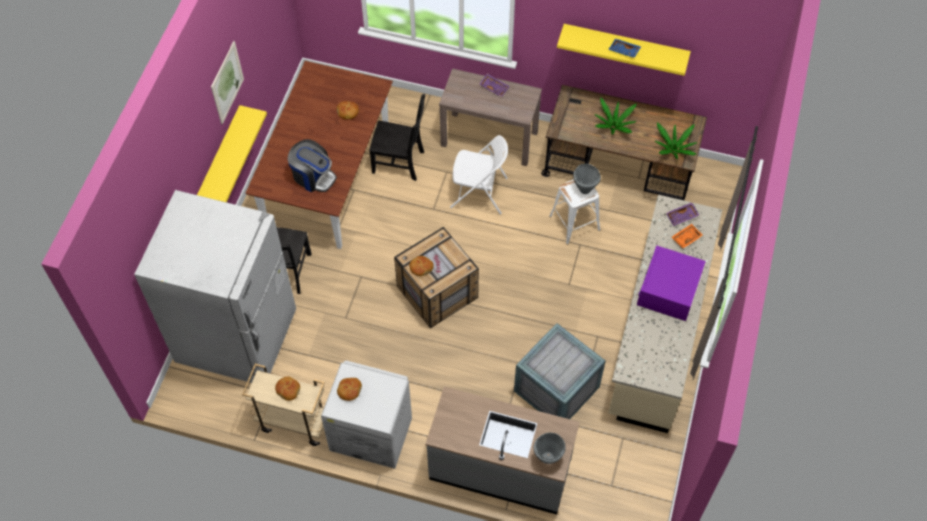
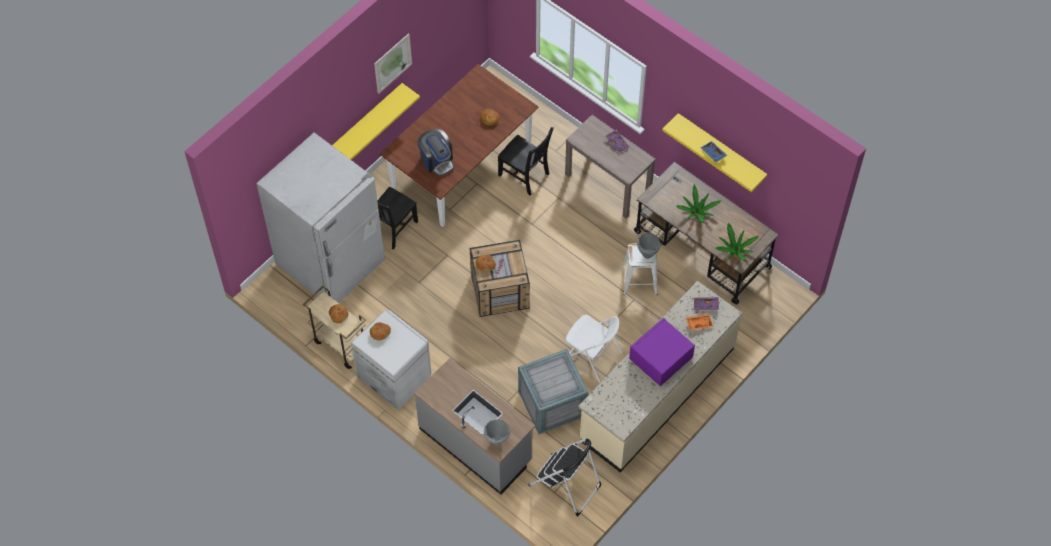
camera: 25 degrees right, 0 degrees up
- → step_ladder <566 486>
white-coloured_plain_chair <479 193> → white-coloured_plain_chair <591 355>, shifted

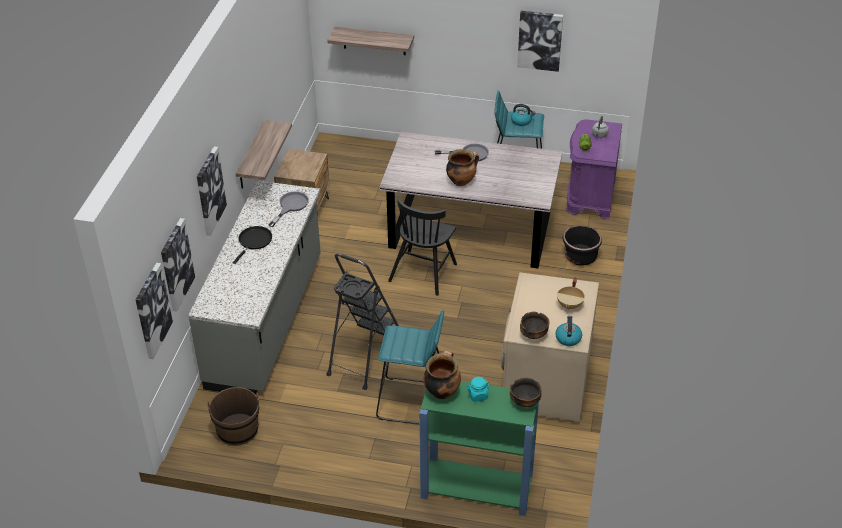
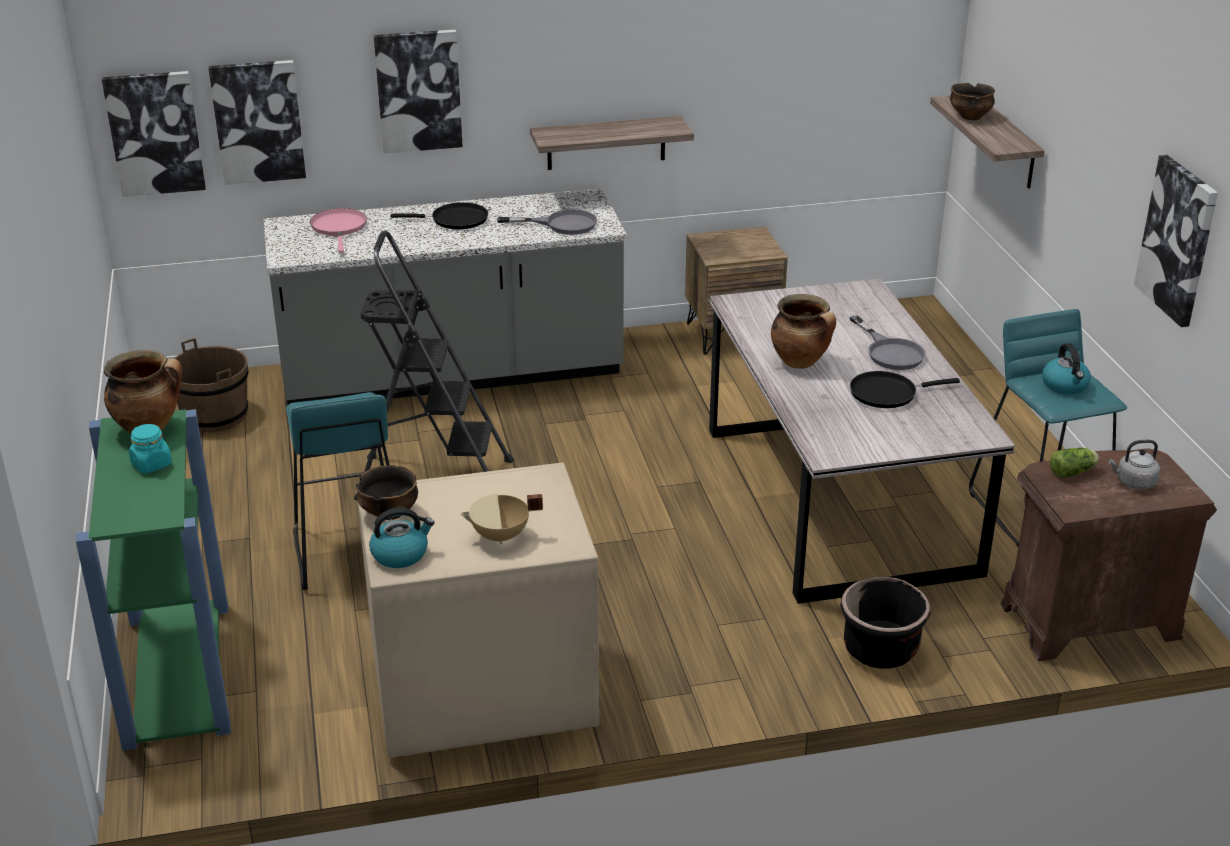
camera: 65 degrees right, 10 degrees down
- → pink-coloured_frying_pan <339 228>
- → black-coloured_frying_pan <887 393>
serving_bowl <525 402> → serving_bowl <970 116>, shifted
purple-coloured_night_table <589 196> → brown-coloured_night_table <1084 617>
black-coloured_plain_chair <424 270> → -

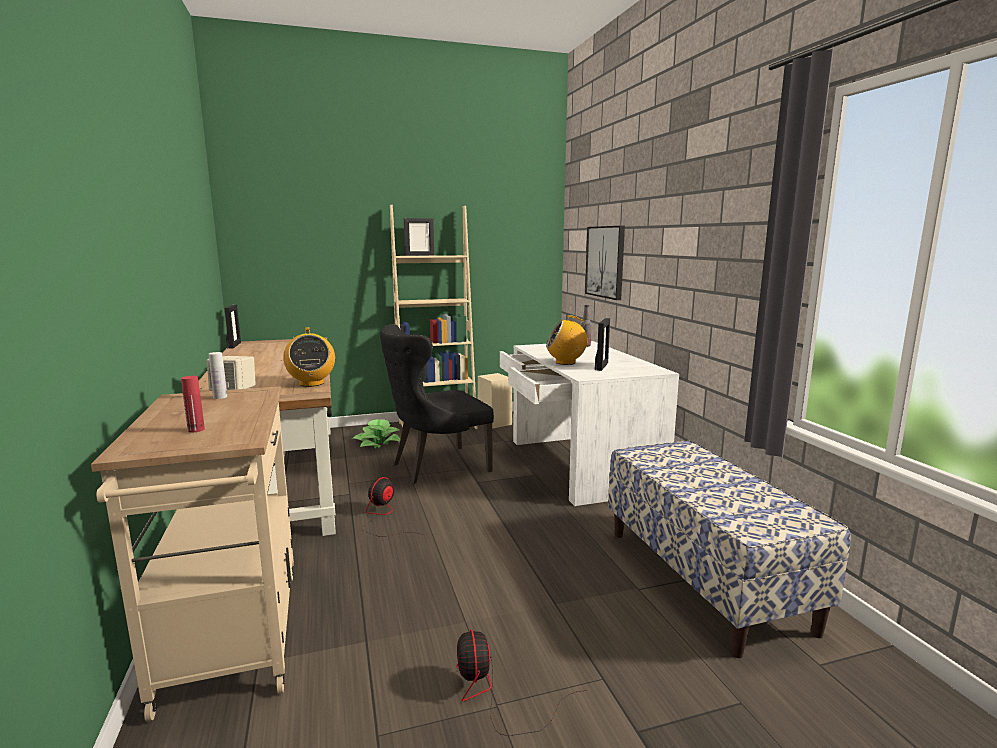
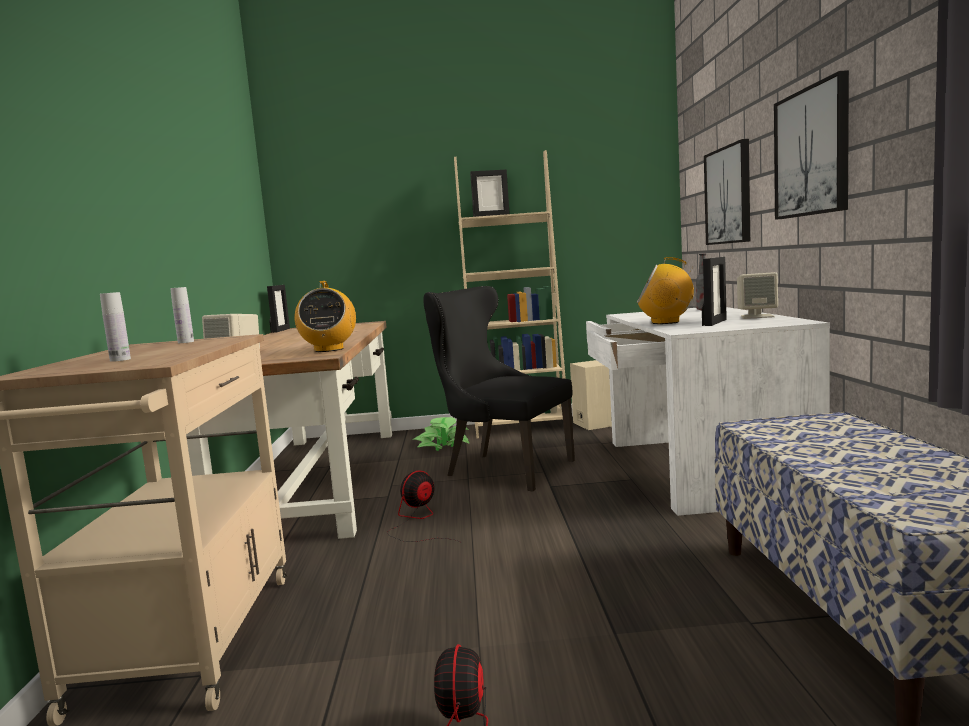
camera: 15 degrees right, 5 degrees down
red_drink_bottle <196 430> → white-coloured_drink_bottle <120 360>
black-coloured_plain_chair <436 466> → black-coloured_plain_chair <504 469>, 45 degrees clockwise
- → sand-coloured_audio_speaker <757 316>
- → wall_art <812 152>

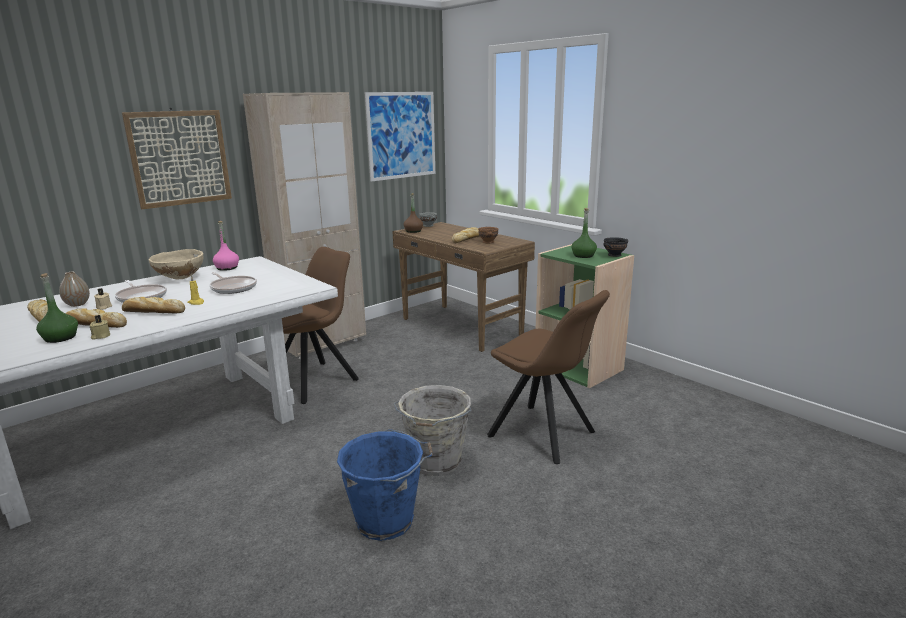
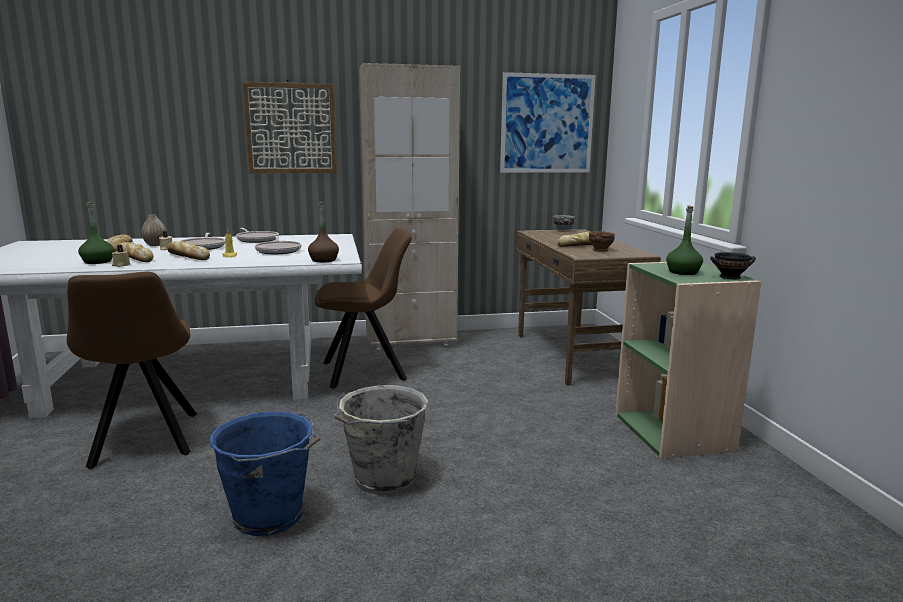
camera: 30 degrees right, 5 degrees down
brown-coloured_plain_chair <542 434> → brown-coloured_plain_chair <144 440>, shifted
sand-coloured_serving_bowl <180 278> → frying_pan <257 240>
brown-coloured_drink_bottle <413 231> → brown-coloured_drink_bottle <323 260>, shifted
pink-coloured_drink_bottle <227 268> → -

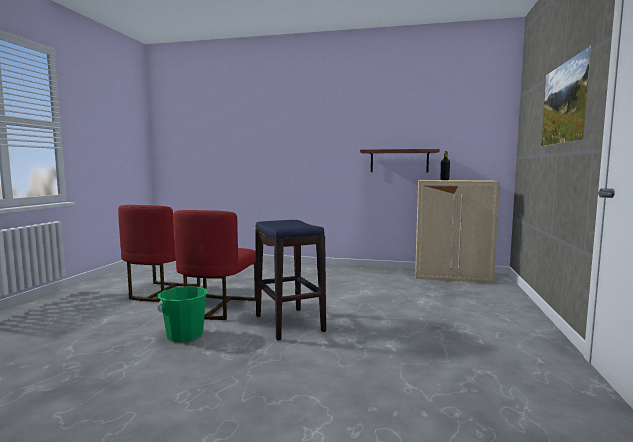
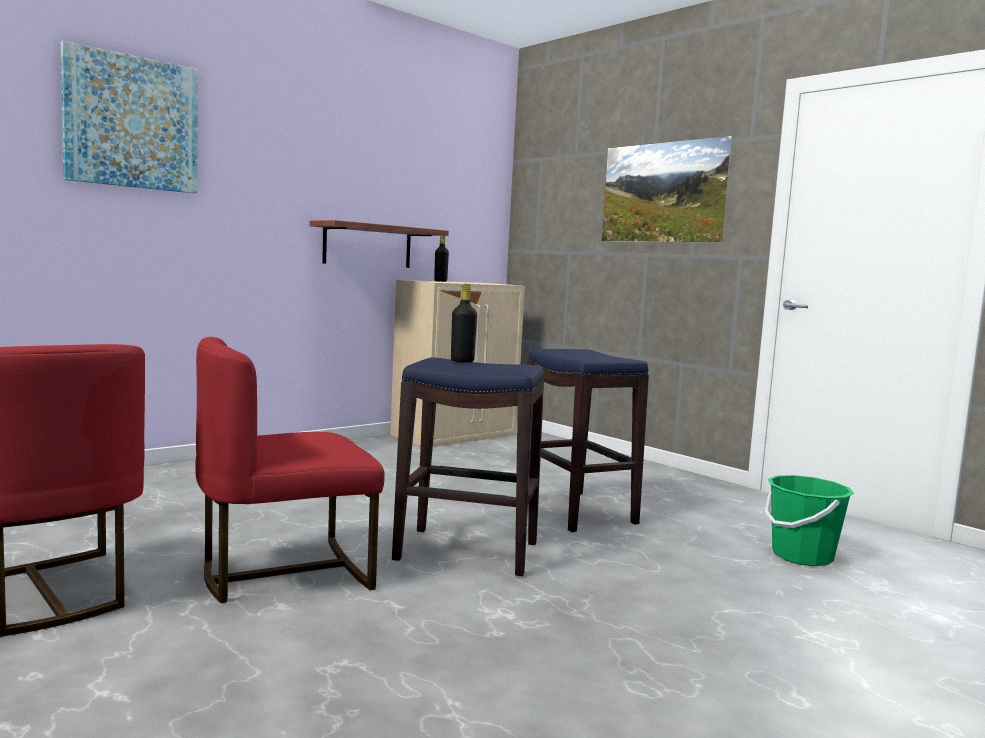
camera: 55 degrees left, 0 degrees up
- → wall_art <132 122>
red_plain_chair <218 307> → red_plain_chair <284 573>, 105 degrees clockwise
- → black-coloured_drink_bottle <462 361>
- → stool_seat <575 512>
green_water_bucket <185 335> → green_water_bucket <802 556>, shifted

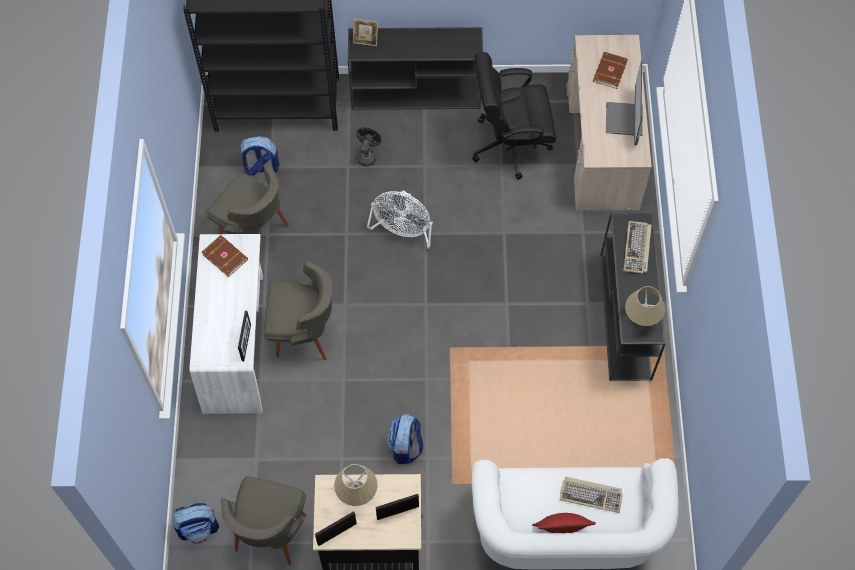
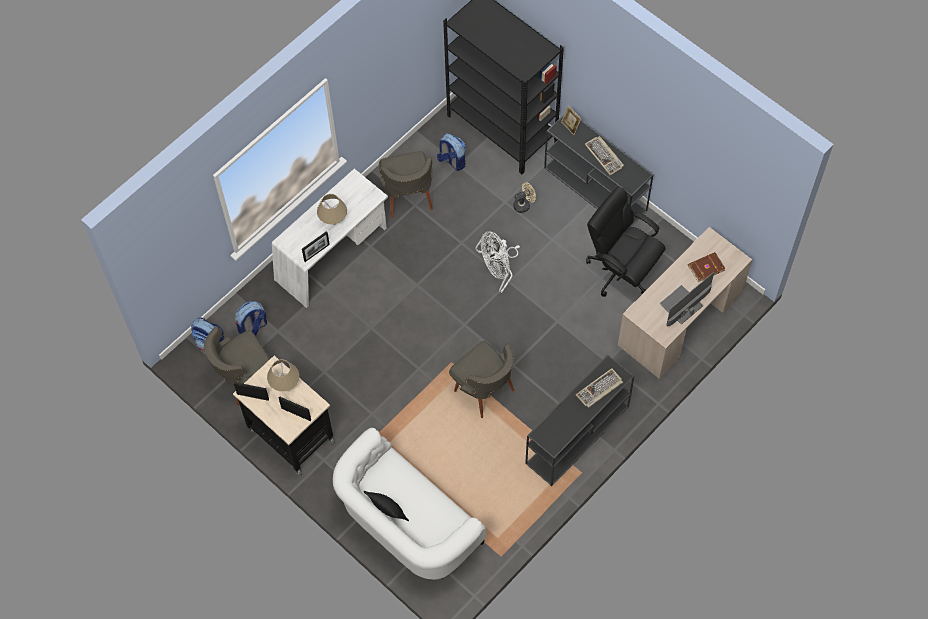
camera: 45 degrees right, 0 degrees up
backpack <405 447> → backpack <253 327>, shifted
sand-coloured_table_lamp <641 318> → sand-coloured_table_lamp <333 220>, shifted
red_throw_pillow <561 530> → black-coloured_throw_pillow <388 512>
gray_plain_chair <303 334> → gray_plain_chair <484 390>, shifted
black-coloured_cooling_fan <367 155> → sand-coloured_cooling_fan <524 204>
keyboard <591 495> → keyboard <604 156>, shifted
brown-coloured_book <225 256> → -

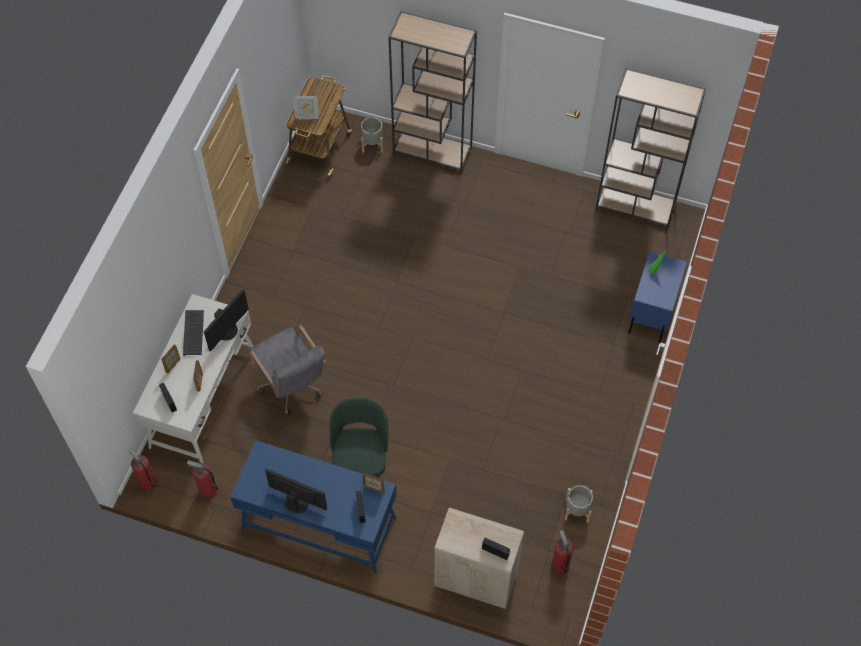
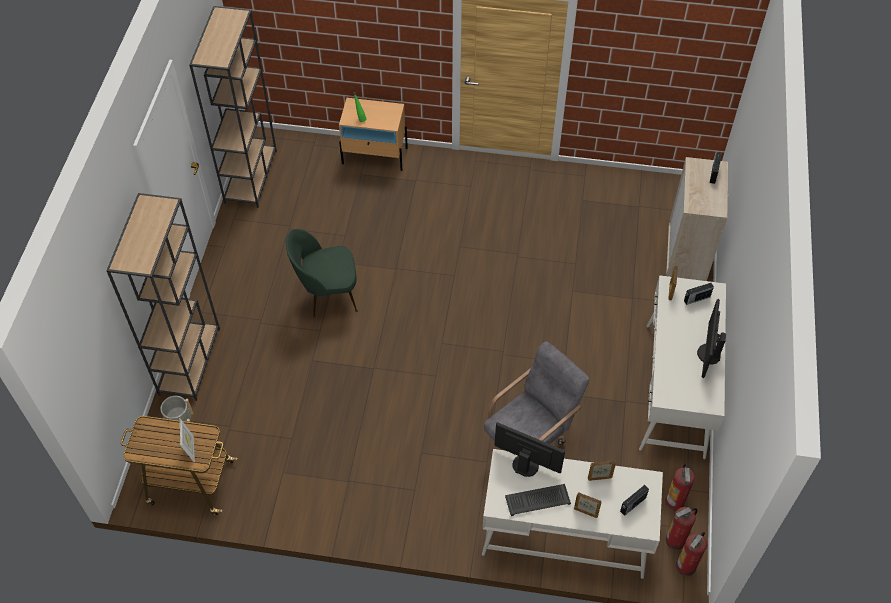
camera: 100 degrees left, 5 degrees down
green_plain_chair <361 467> → green_plain_chair <327 297>, shifted
bluish_night_table <651 312> → sand-coloured_night_table <375 155>
bluish_desk <319 523> → white-coloured_desk <674 389>
fire-fighting_cylinder <559 566> → fire-fighting_cylinder <675 540>, shifted
gray_flower_pot <577 510> → -

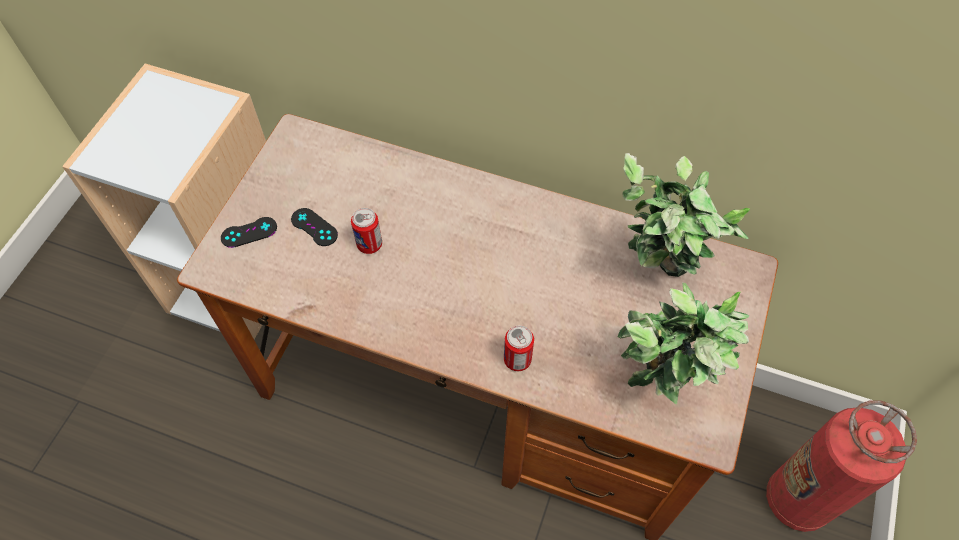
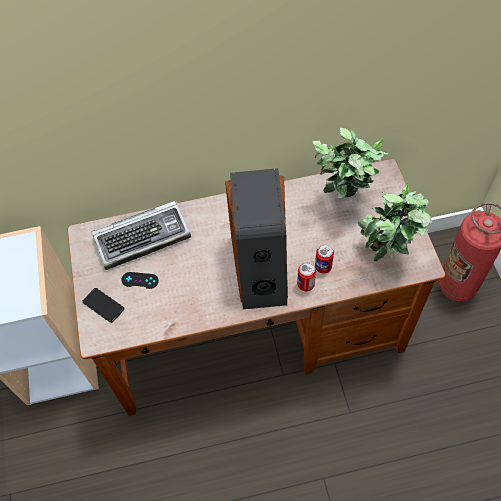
camera: 30 degrees left, 0 degrees up
black-coloured_gamepad <249 232> → handset <103 305>
- → keyboard <143 237>
- → audio_speaker <261 268>
sealed_can <369 244> → sealed_can <323 267>, shifted

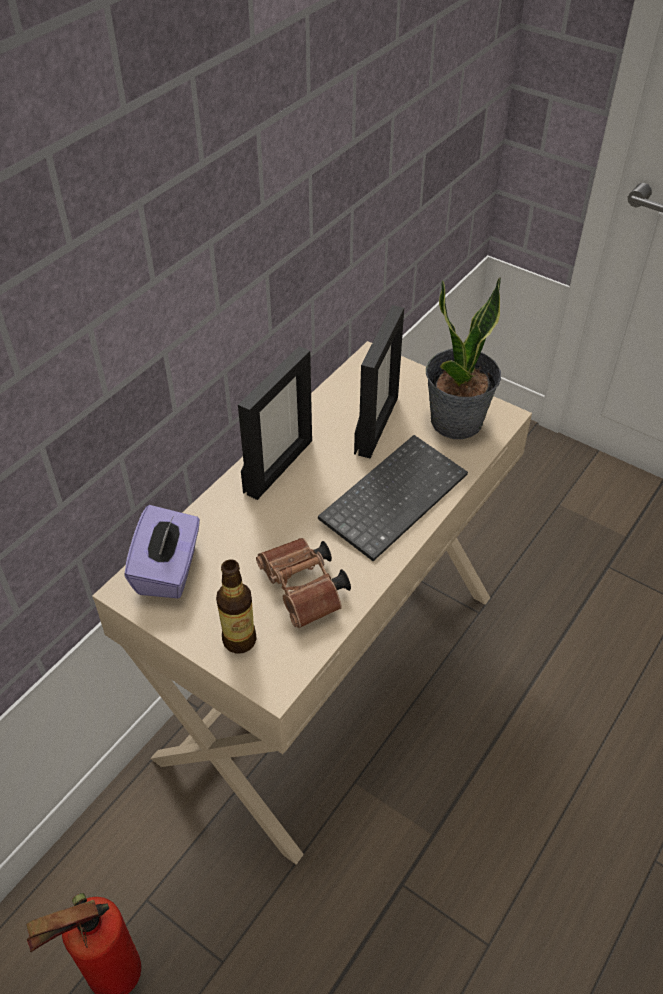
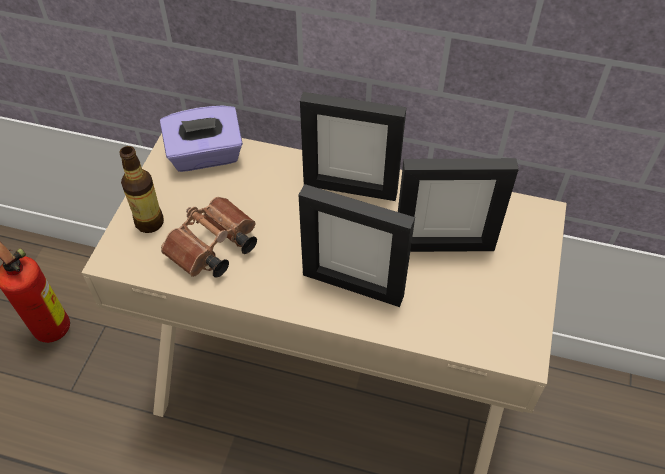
camera: 70 degrees right, 5 degrees up
keyboard <393 496> → photo_frame <353 283>
houseplant <457 422> → -

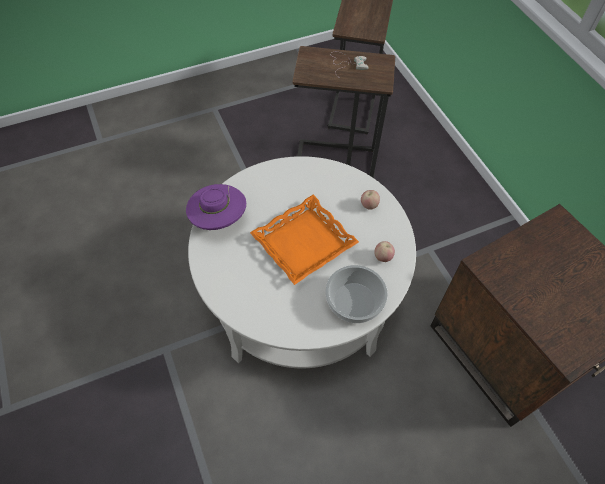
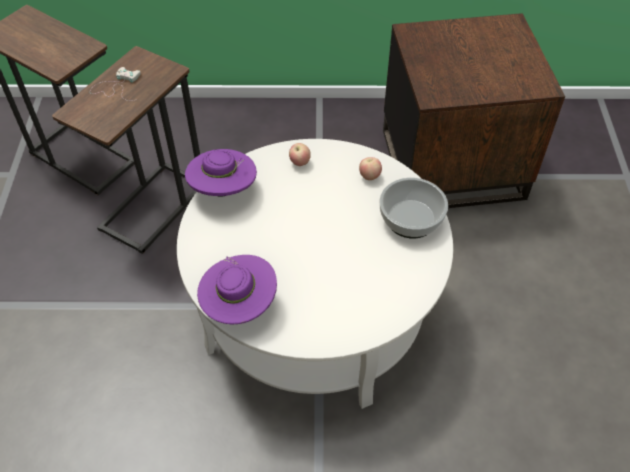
camera: 65 degrees left, 5 degrees down
- → purple-coloured_hat <223 190>
orange_serving_tray <304 243> → -

